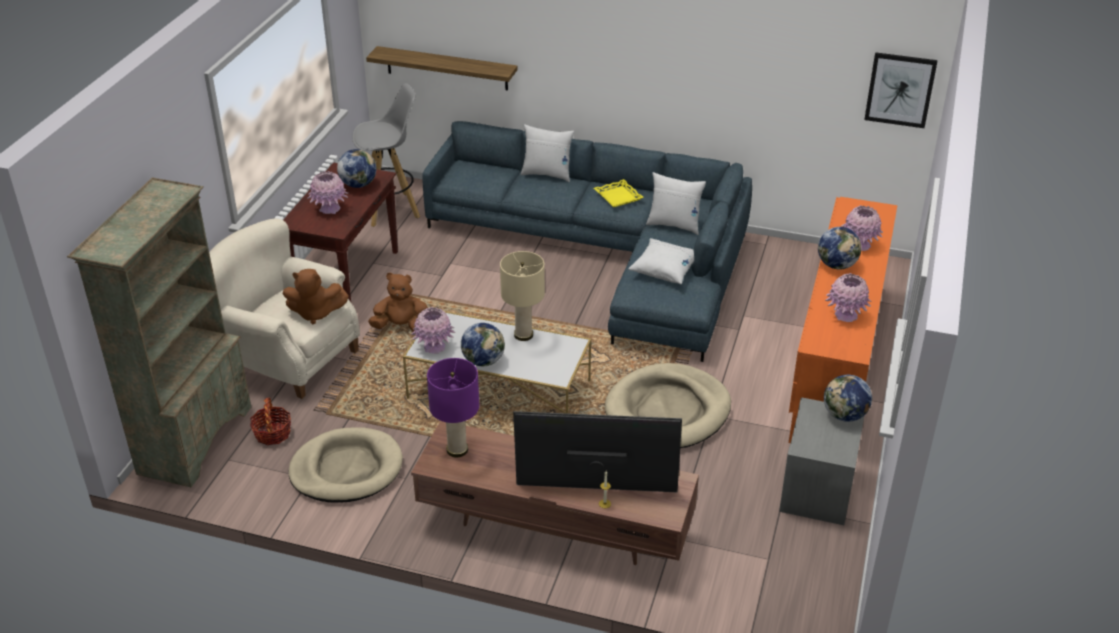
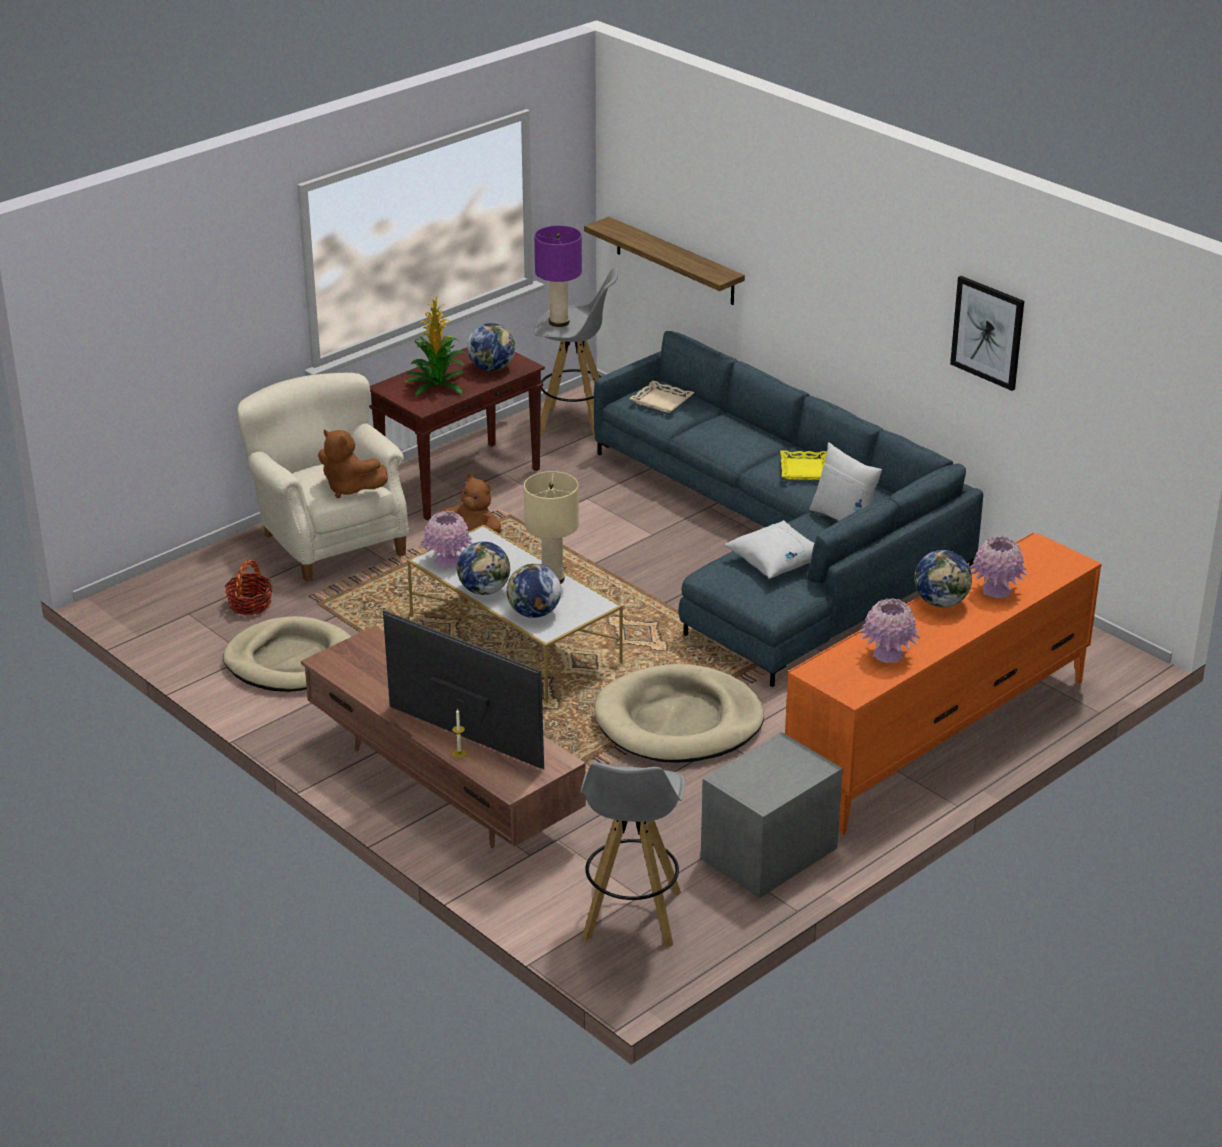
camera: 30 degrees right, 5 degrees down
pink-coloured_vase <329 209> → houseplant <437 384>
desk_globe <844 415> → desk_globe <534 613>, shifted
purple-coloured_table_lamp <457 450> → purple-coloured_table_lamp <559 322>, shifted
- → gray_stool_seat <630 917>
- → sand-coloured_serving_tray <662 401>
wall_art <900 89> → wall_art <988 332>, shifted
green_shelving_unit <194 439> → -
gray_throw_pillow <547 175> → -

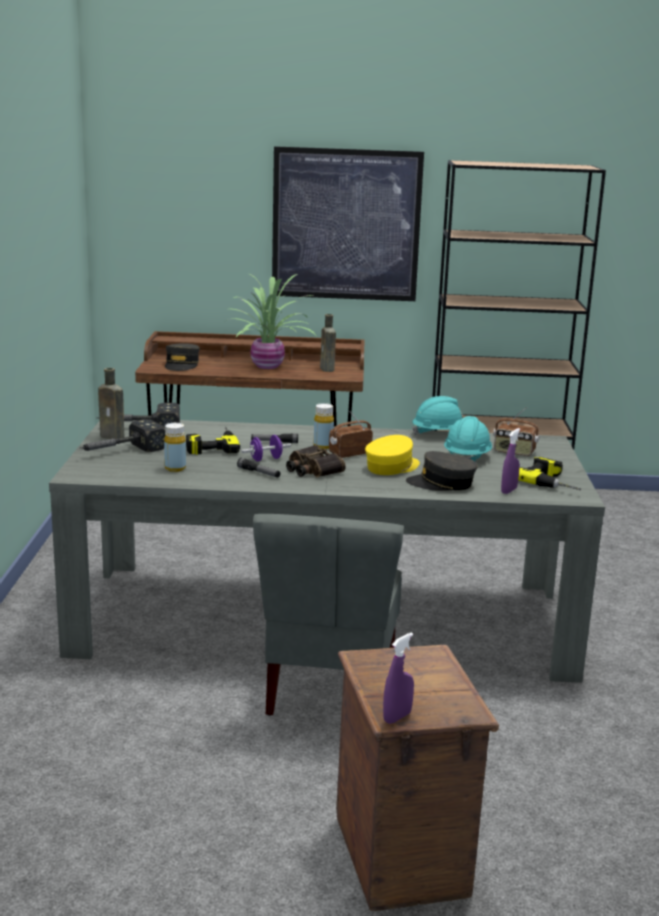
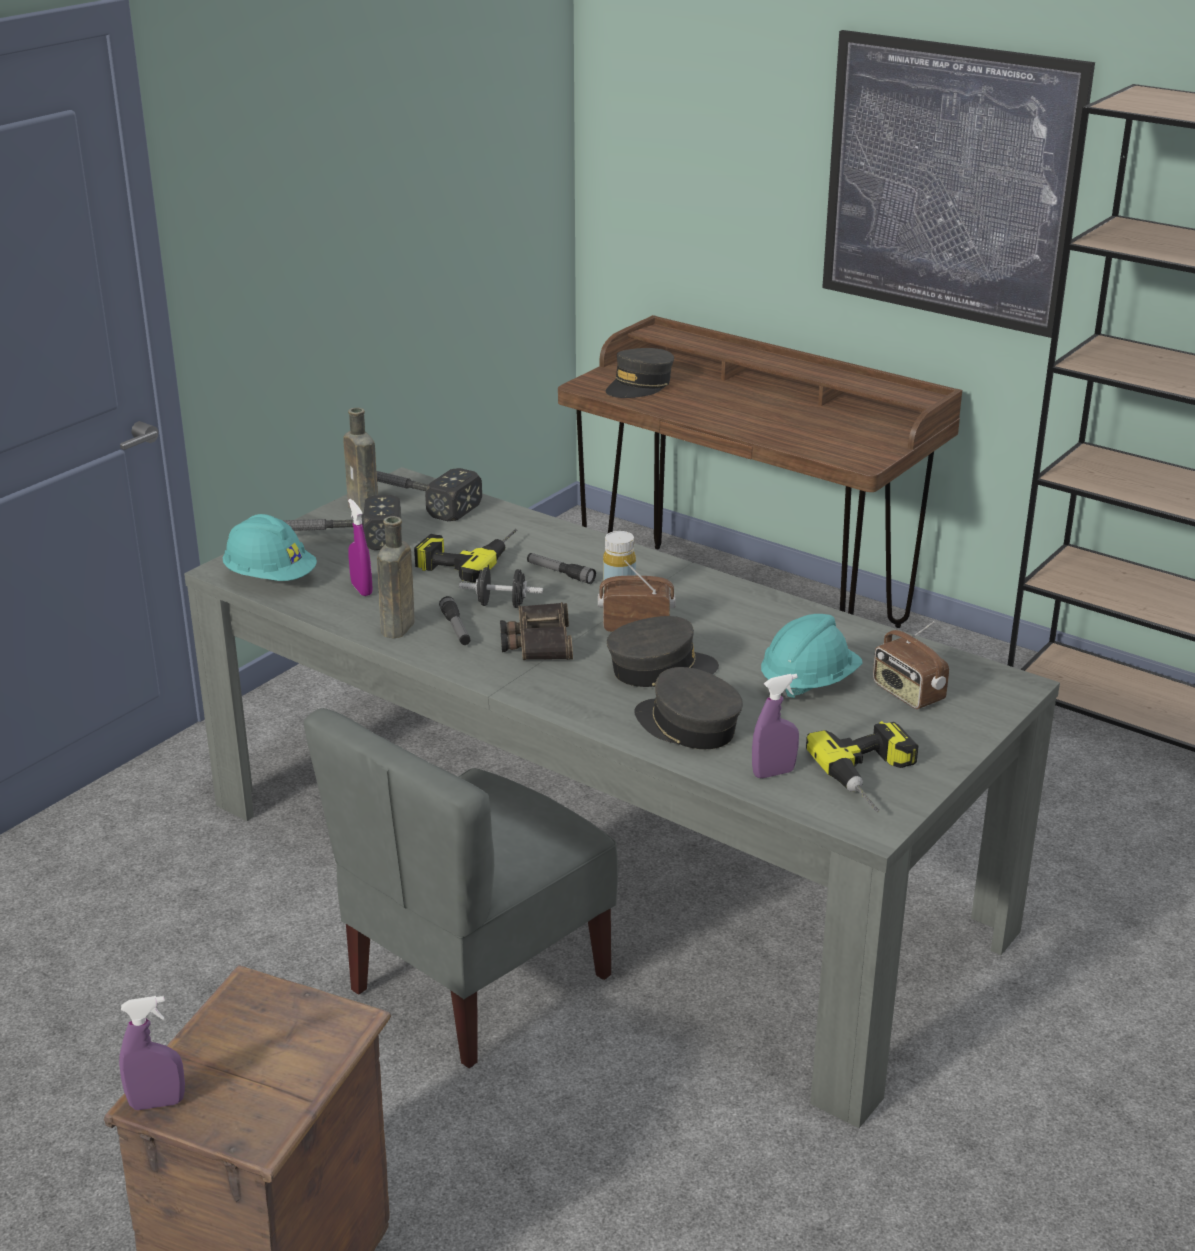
camera: 35 degrees right, 10 degrees up
turquoise_work_helmet <440 434> → turquoise_work_helmet <270 578>, shifted
yellow_drink_bottle <175 468> → purple-coloured_spray_bottle <361 589>
brown-coloured_drink_bottle <327 369> → brown-coloured_drink_bottle <397 629>, shifted
purple-coloured_dumbbell <266 459> → black-coloured_dumbbell <501 604>
yellow_cap <392 467> → gray_cap <660 670>
houseplant <268 367> → -

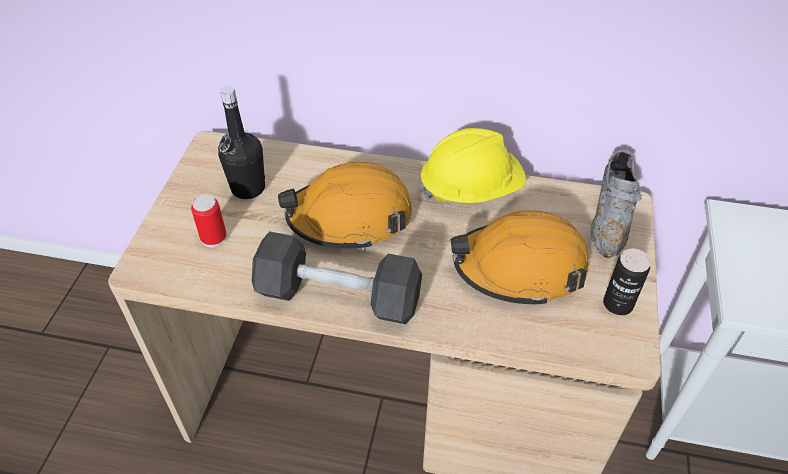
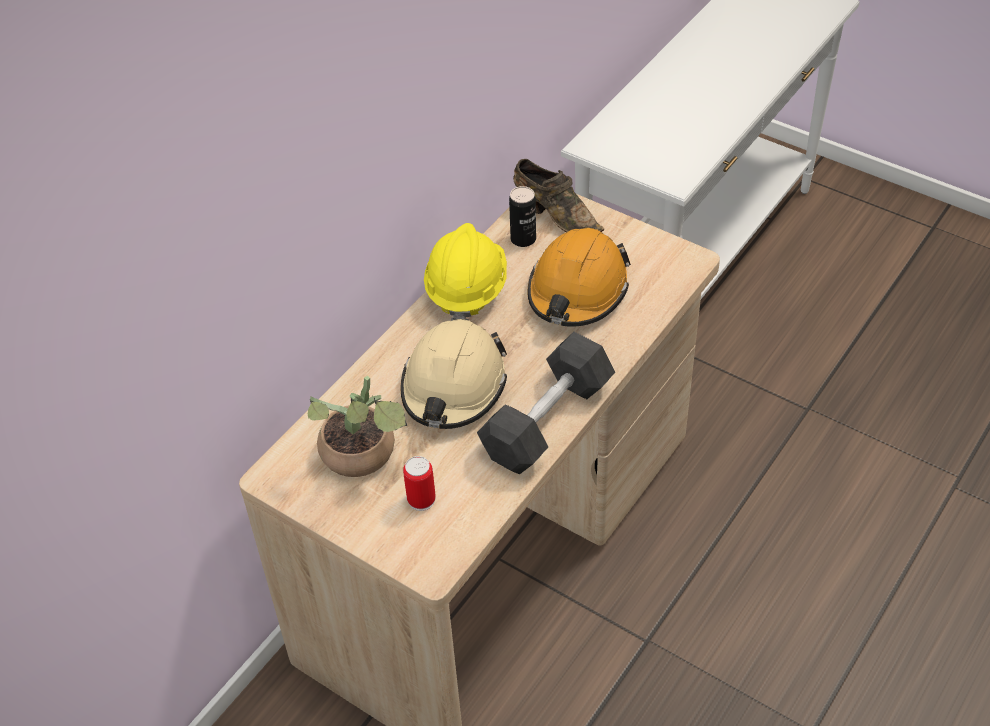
camera: 65 degrees left, 0 degrees up
black-coloured_drink_bottle <248 188> → houseplant <363 457>
orange_work_helmet <350 218> → sand-coloured_work_helmet <453 387>
sealed_can <618 304> → sealed_can <523 239>, shifted
gray_low_shoe <610 220> → brown-coloured_low_shoe <555 215>

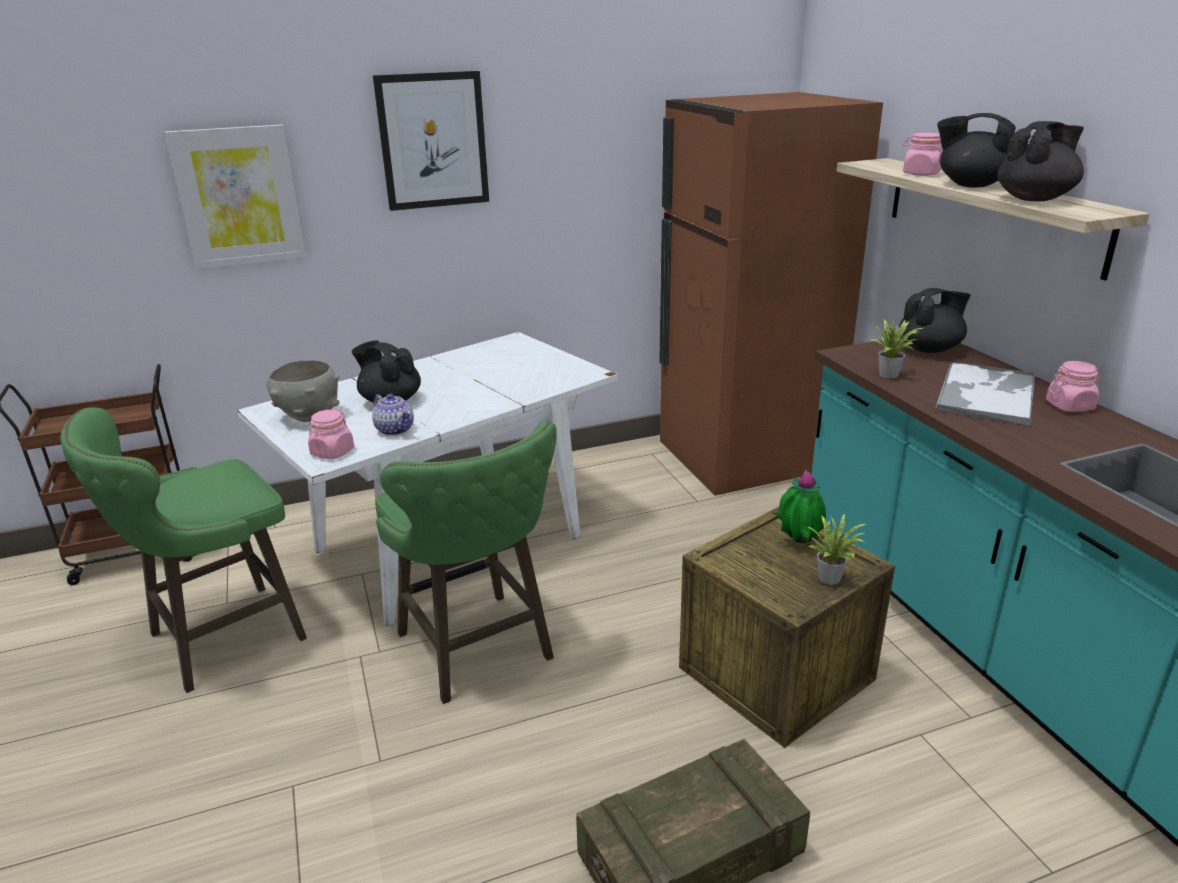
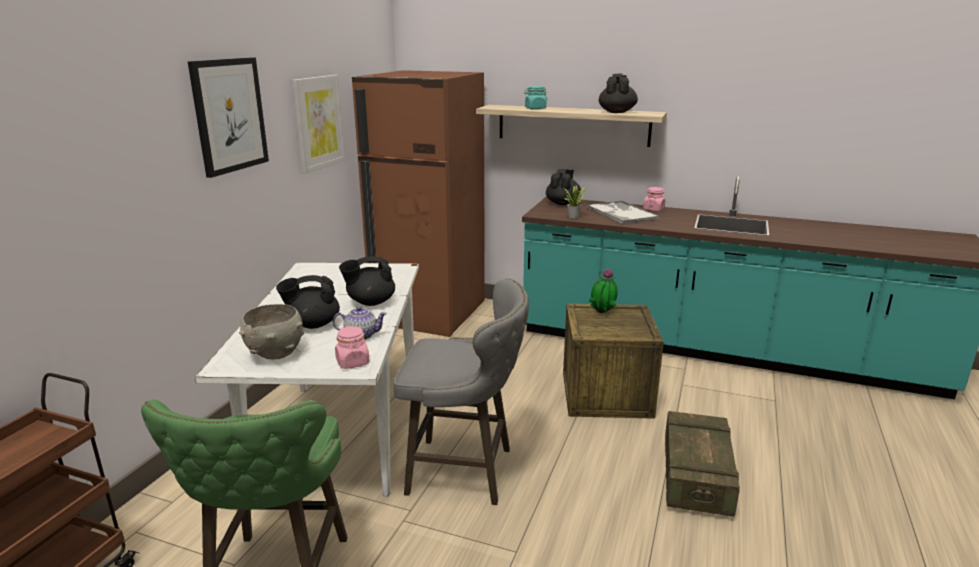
camera: 50 degrees left, 5 degrees down
wall_art <239 197> → wall_art <318 122>, shifted
black-coloured_teapot <970 185> → black-coloured_teapot <370 302>, shifted
green_stool_seat <477 650> → gray_stool_seat <465 471>
pink-coloured_preserve_jar <921 174> → turquoise_preserve_jar <535 108>
houseplant <831 576> → -

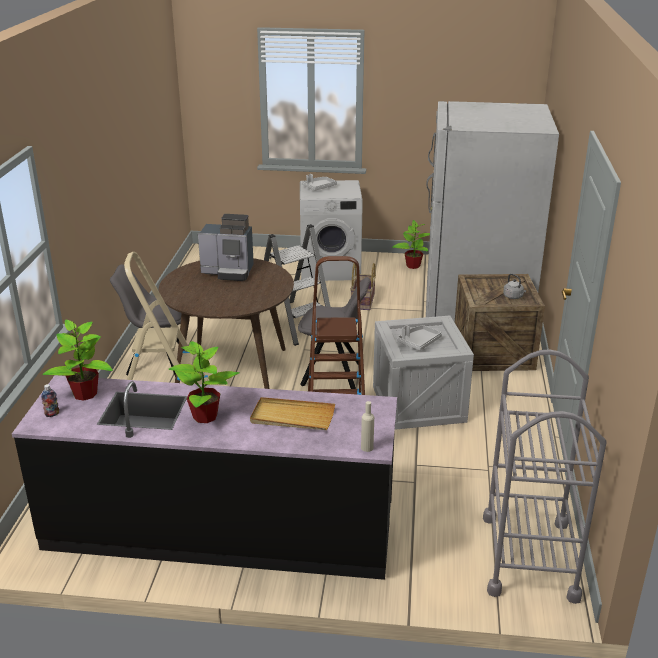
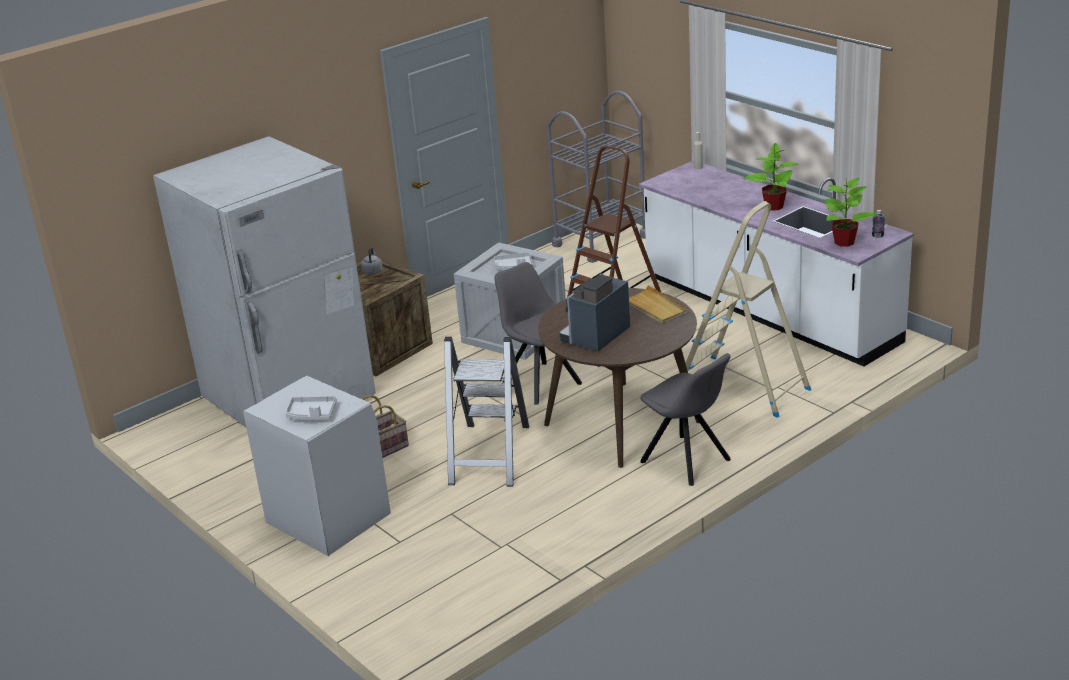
camera: 135 degrees left, 0 degrees up
coffee_maker <229 272> → coffee_maker <595 337>, 105 degrees counterclockwise
sand-coloured_serving_tray <292 417> → sand-coloured_serving_tray <654 307>, shifted
black-coloured_counter <219 530> → white-coloured_counter <768 311>
houseplant <412 265> → -

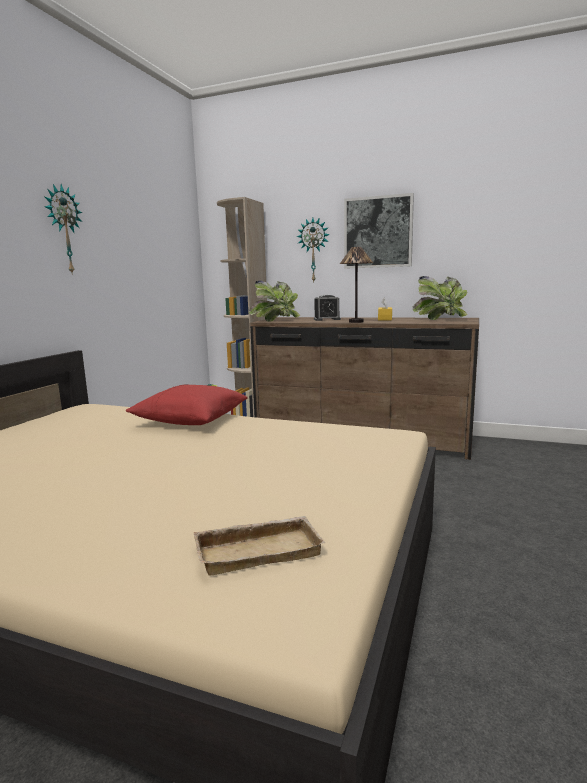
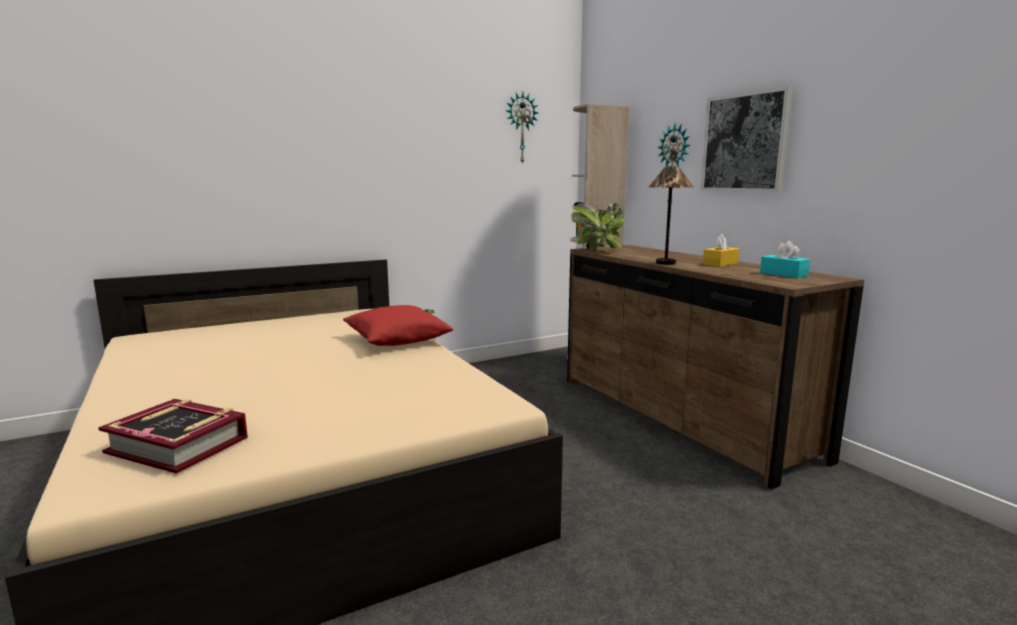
camera: 40 degrees right, 0 degrees up
sand-coloured_serving_tray <259 550> → book <178 445>
clock_on_the_wall <63 230> → clock_on_the_wall <520 128>, shifted
houseplant <439 319> → turquoise_tissue_holder <783 274>
alarm_clock <327 319> → -

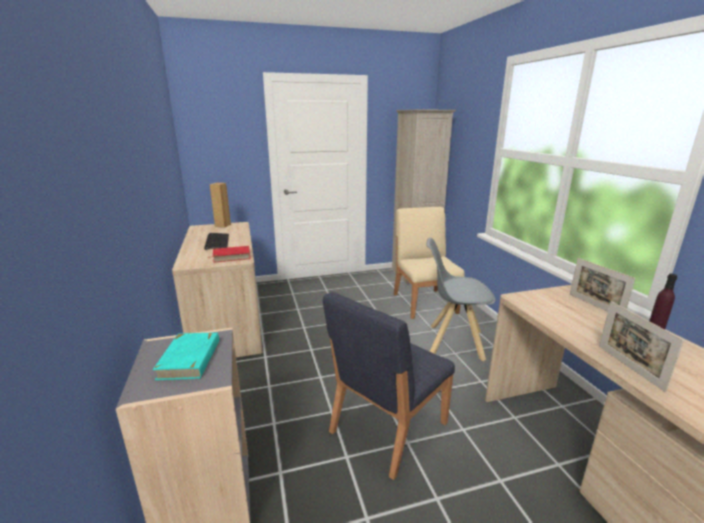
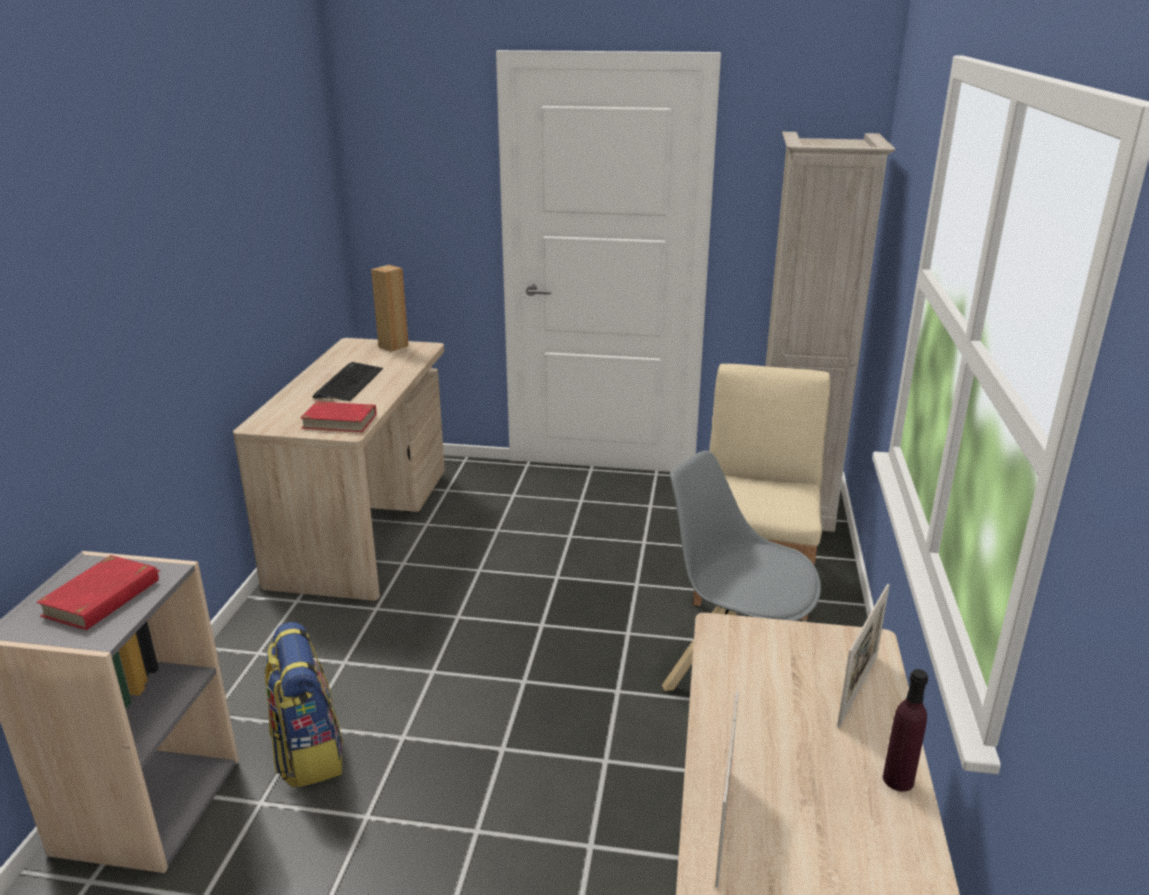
camera: 25 degrees right, 5 degrees up
turquoise_book <190 359> → red_book <102 598>
- → backpack <308 752>
photo_frame <595 306> → photo_frame <858 690>, 150 degrees counterclockwise
bluish_plain_chair <387 428> → -

